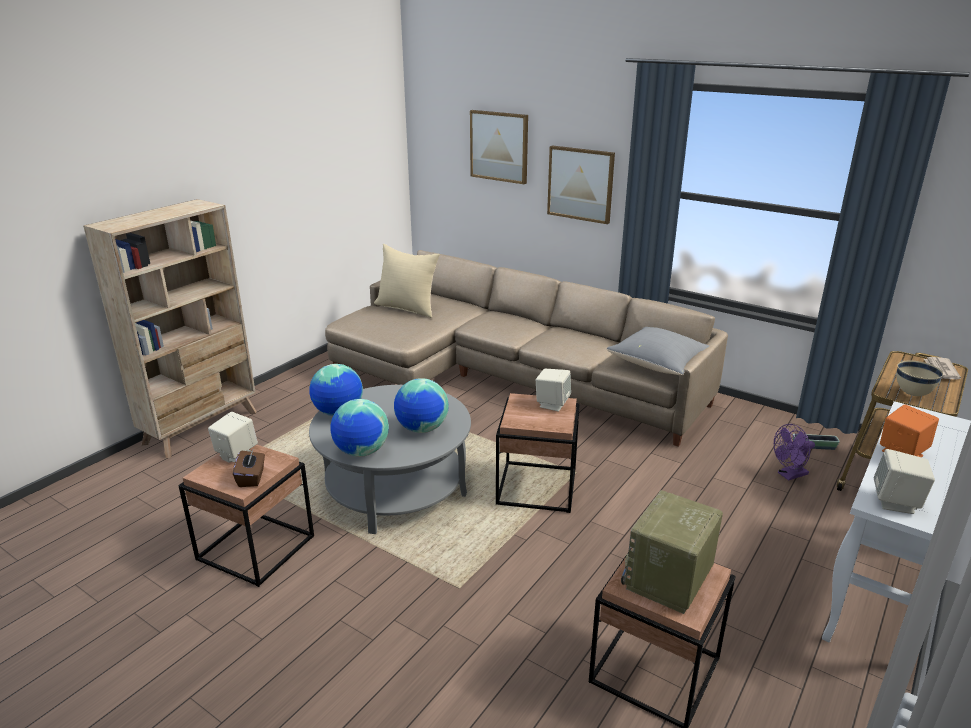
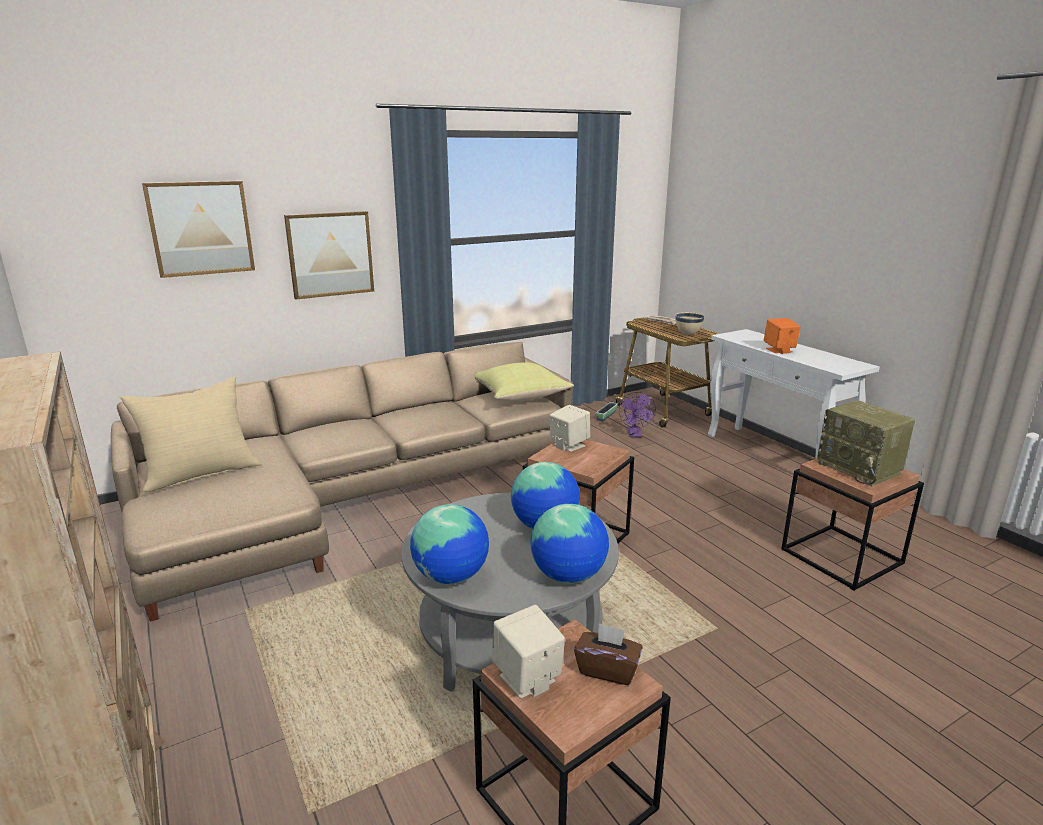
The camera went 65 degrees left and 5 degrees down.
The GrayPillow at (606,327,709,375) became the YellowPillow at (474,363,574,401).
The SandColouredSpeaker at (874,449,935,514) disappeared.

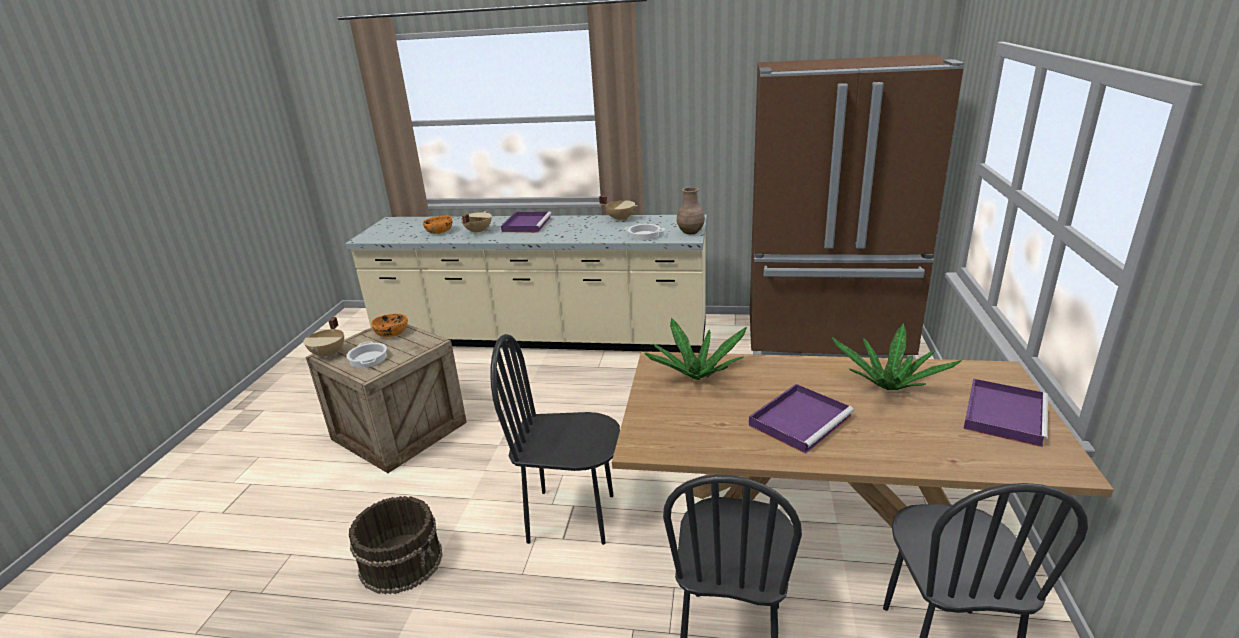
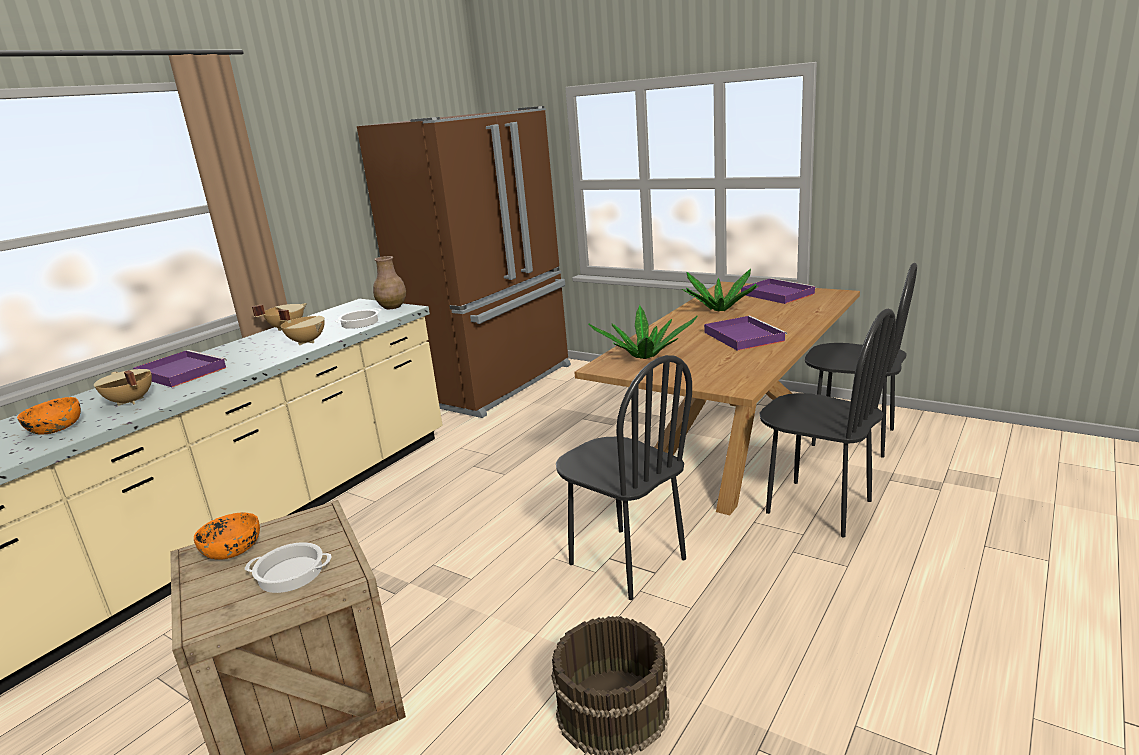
The camera went 65 degrees left and 5 degrees down.
The SandColouredCookingPot moved from (303,317,344,359) to (278,309,325,345).
The BlackishPlainChair at (490,334,620,545) turned 75 degrees counterclockwise.

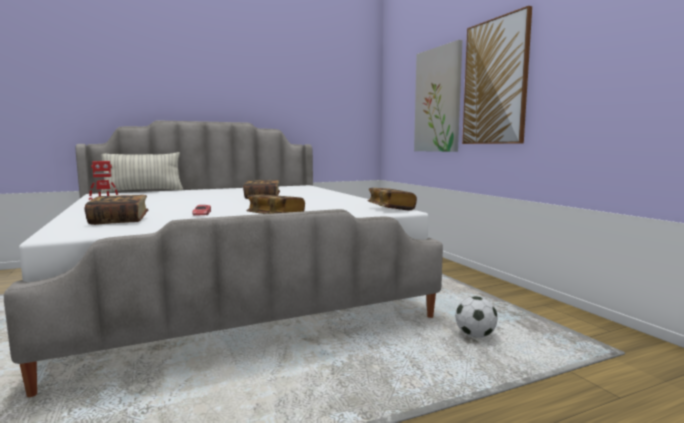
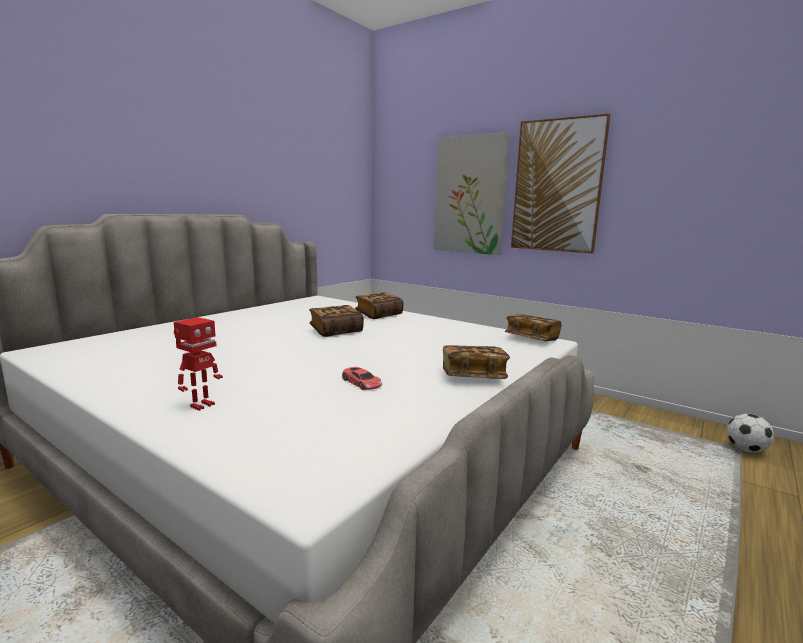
The camera went 30 degrees left and 5 degrees up.
The Pillow at (101,152,183,194) disappeared.
The Volume moved from (85,195,148,225) to (355,292,404,319).
The BallForFootball moved from (455,296,498,338) to (727,414,774,453).

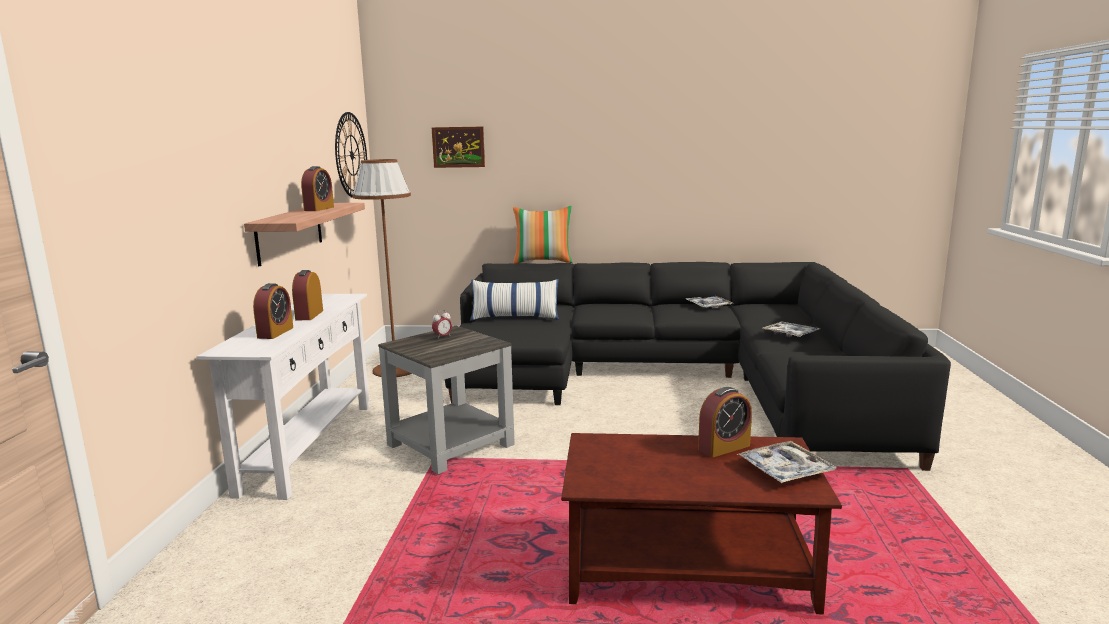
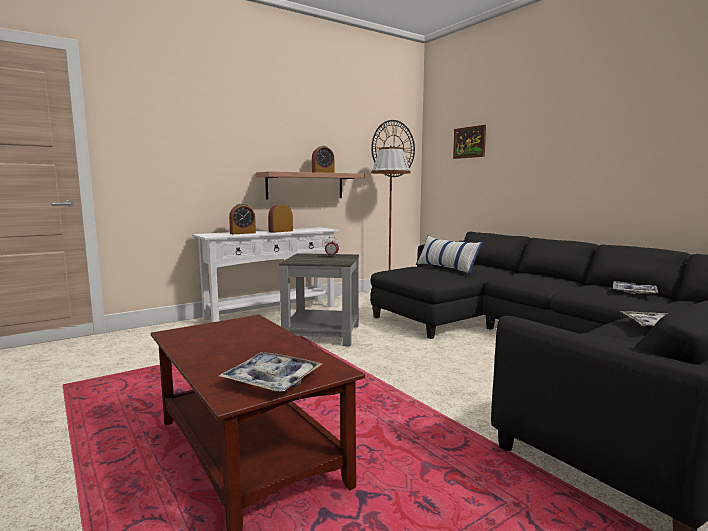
The camera went 50 degrees right and 5 degrees down.
The Pillow at (513,206,572,264) disappeared.
The TableClock at (698,387,752,458) disappeared.

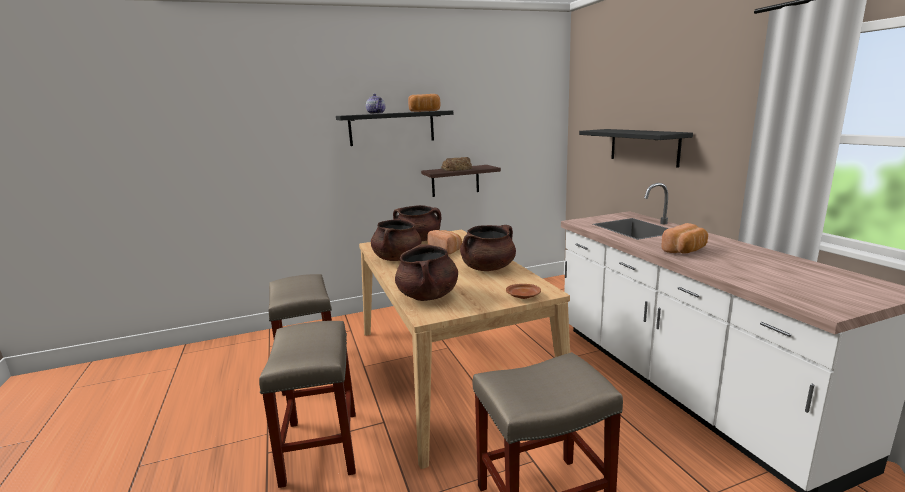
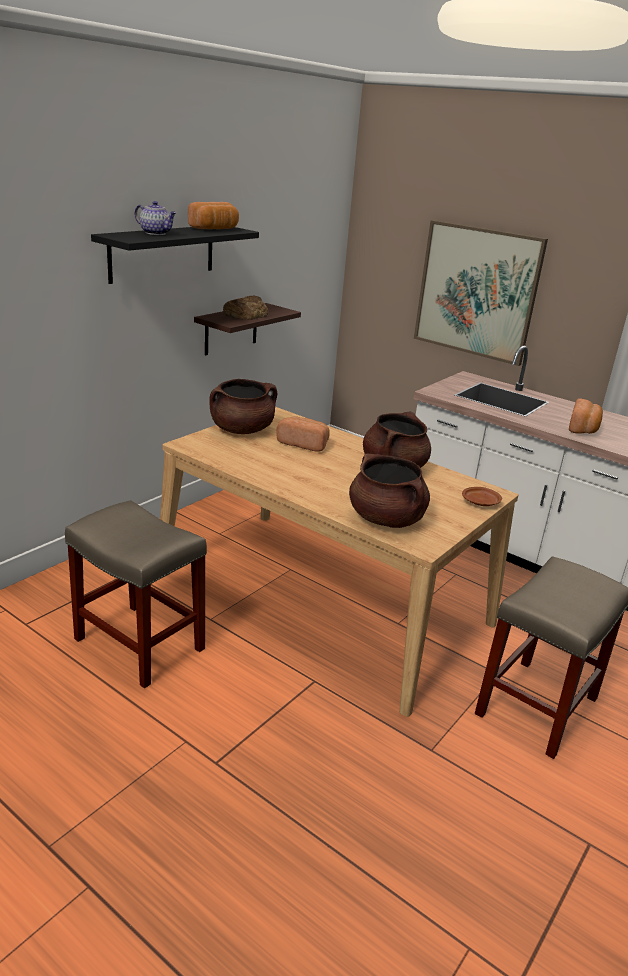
The camera went 35 degrees left and 10 degrees up.
The BlackishBracketShelf at (579,129,693,168) was replaced by the Picture at (414,220,548,366).
The BrownCookingPot at (371,217,421,261) disappeared.
The SandColouredSittingStool at (259,321,356,488) disappeared.

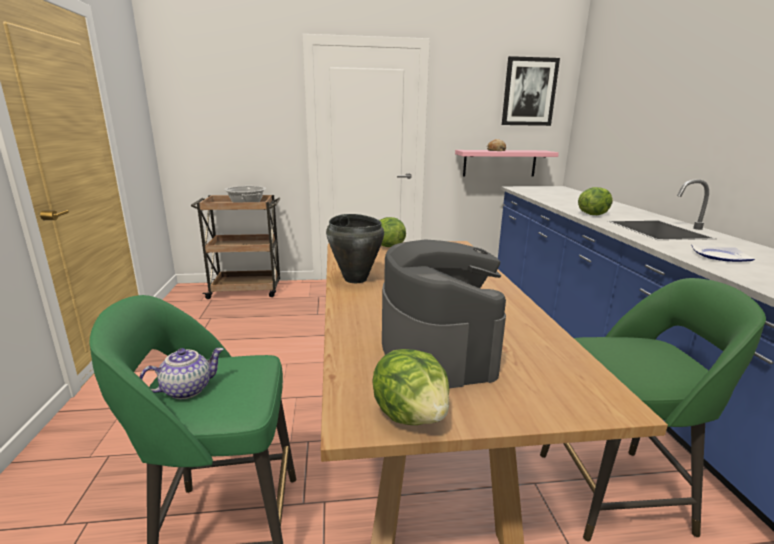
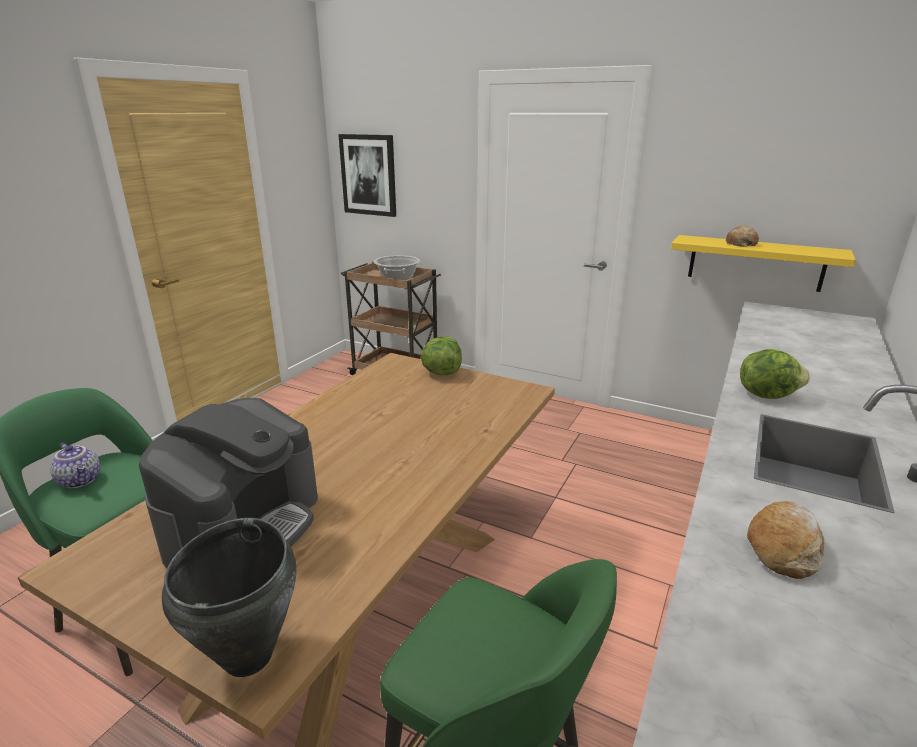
The camera went 35 degrees right and 5 degrees up.
The Picture moved from (502,56,560,126) to (338,134,396,217).
The PinkColouredBracketShelf at (455,150,559,177) became the YellowBracketShelf at (671,235,856,292).
The BlackishCookingPot moved from (326,214,384,283) to (162,518,296,677).
The DinnerPlate at (691,244,755,262) was replaced by the Bread at (747,501,825,579).
The Teapot at (139,348,224,399) turned 45 degrees clockwise.
The HeadOfLettuce at (372,349,449,425) disappeared.

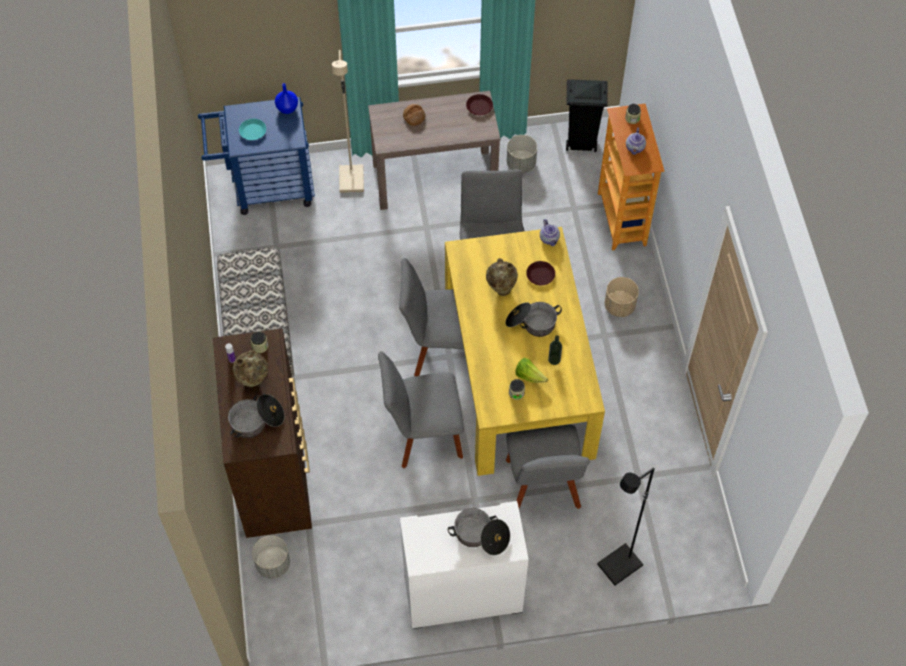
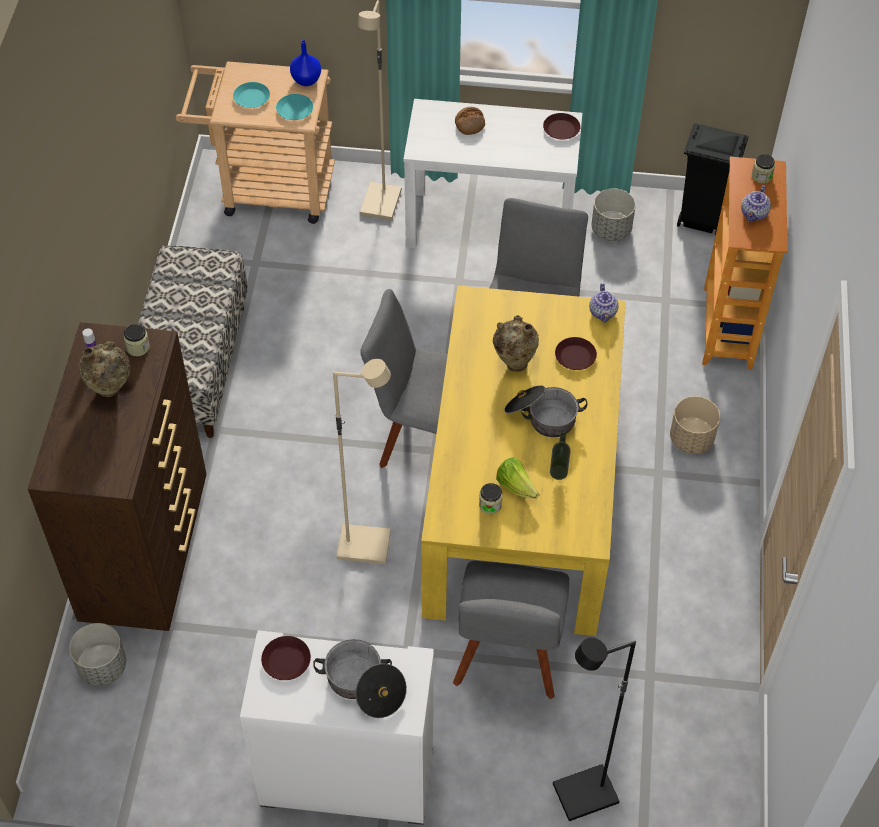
The camera went 15 degrees right and 5 degrees down.
The BrownConsoleTable at (368,91,500,210) became the WhitishConsoleTable at (403,99,582,248).
The BlueWheeledCart at (198,97,315,215) became the SandColouredWheeledCart at (176,61,335,224).
The GrayPlainChair at (378,351,464,469) was replaced by the SandColouredFloorLamp at (333,359,391,564).
The CookingPot at (228,394,285,438) disappeared.
The BlueGreenDinnerPlate at (276,94,313,120) appeared.
The BrownDinnerPlate at (261,636,311,680) appeared.

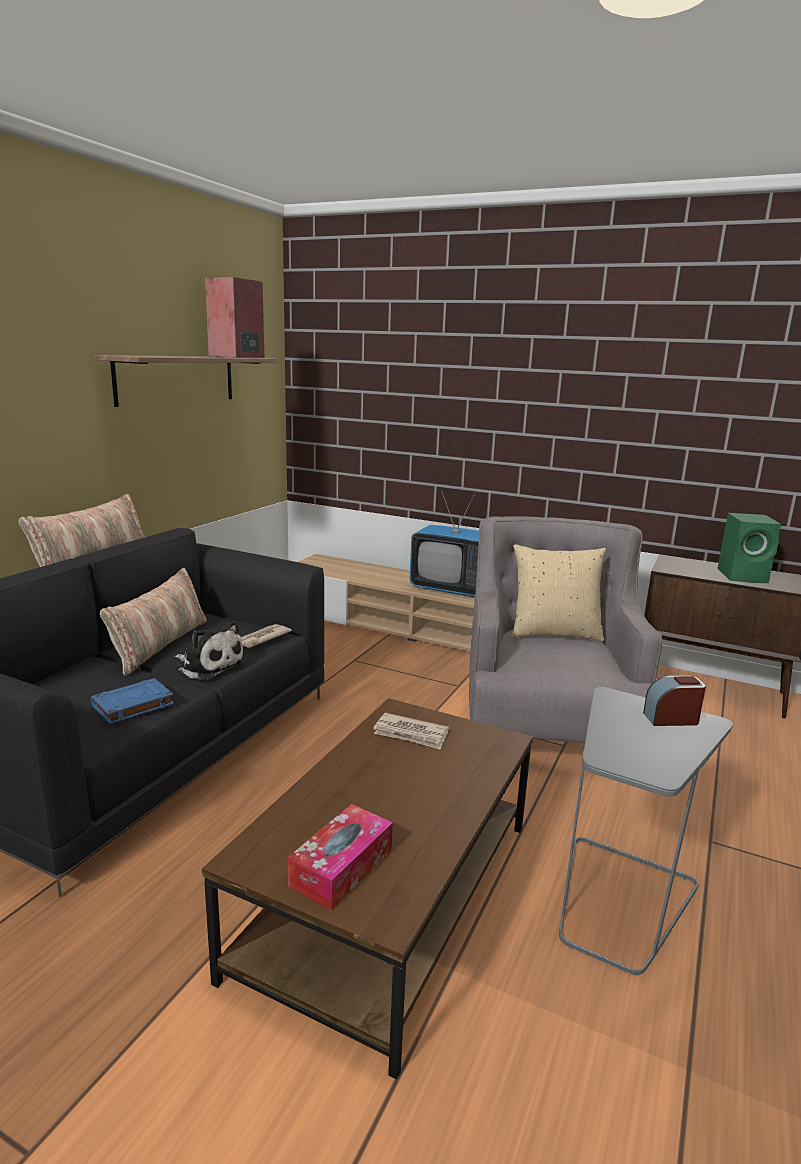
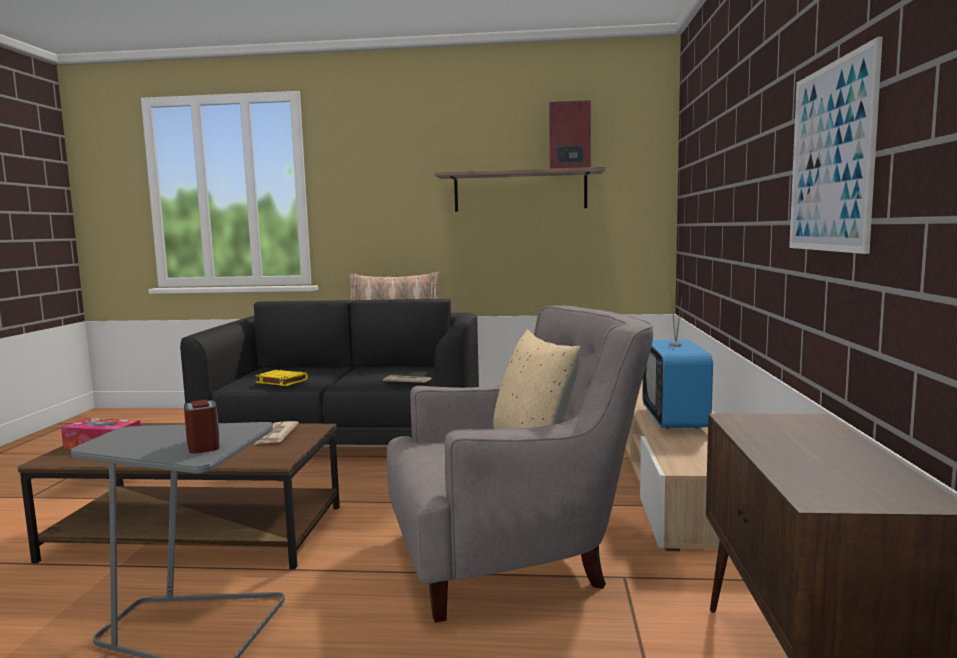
The camera went 70 degrees right and 10 degrees down.
The GreenColouredSpeaker at (717,513,781,583) disappeared.
The Pillow at (100,568,207,676) disappeared.
The SoftToy at (175,621,246,680) disappeared.
The BlueVolume at (91,678,174,724) became the YellowVolume at (255,370,308,386).
The Picture at (789,36,883,254) appeared.

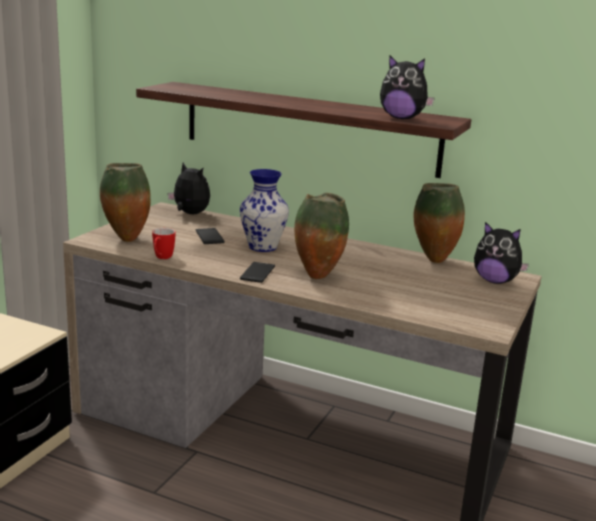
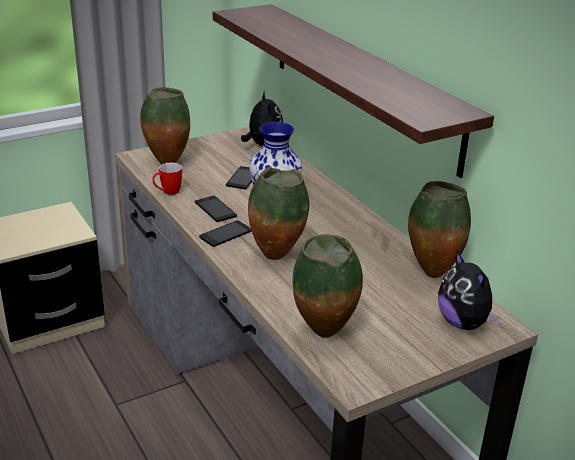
The camera went 35 degrees right and 10 degrees up.
The SoftToy at (380,55,435,119) disappeared.
The Handset at (195,196,237,222) appeared.
The FlowerVase at (292,234,363,338) appeared.

